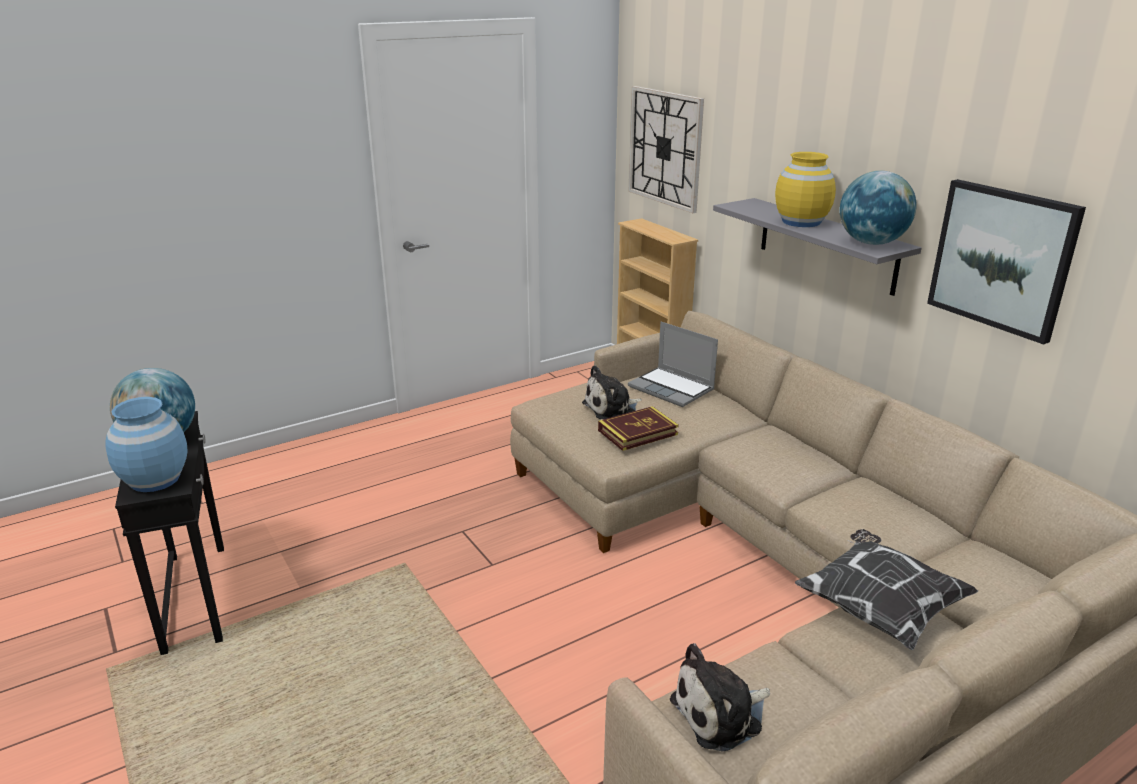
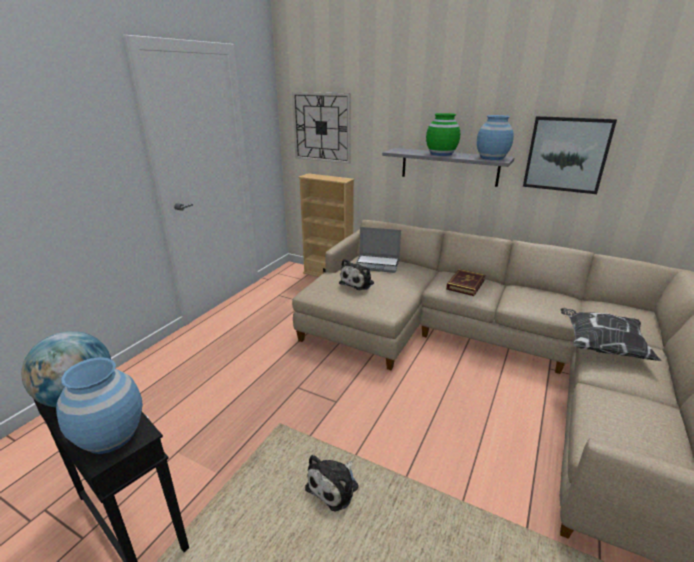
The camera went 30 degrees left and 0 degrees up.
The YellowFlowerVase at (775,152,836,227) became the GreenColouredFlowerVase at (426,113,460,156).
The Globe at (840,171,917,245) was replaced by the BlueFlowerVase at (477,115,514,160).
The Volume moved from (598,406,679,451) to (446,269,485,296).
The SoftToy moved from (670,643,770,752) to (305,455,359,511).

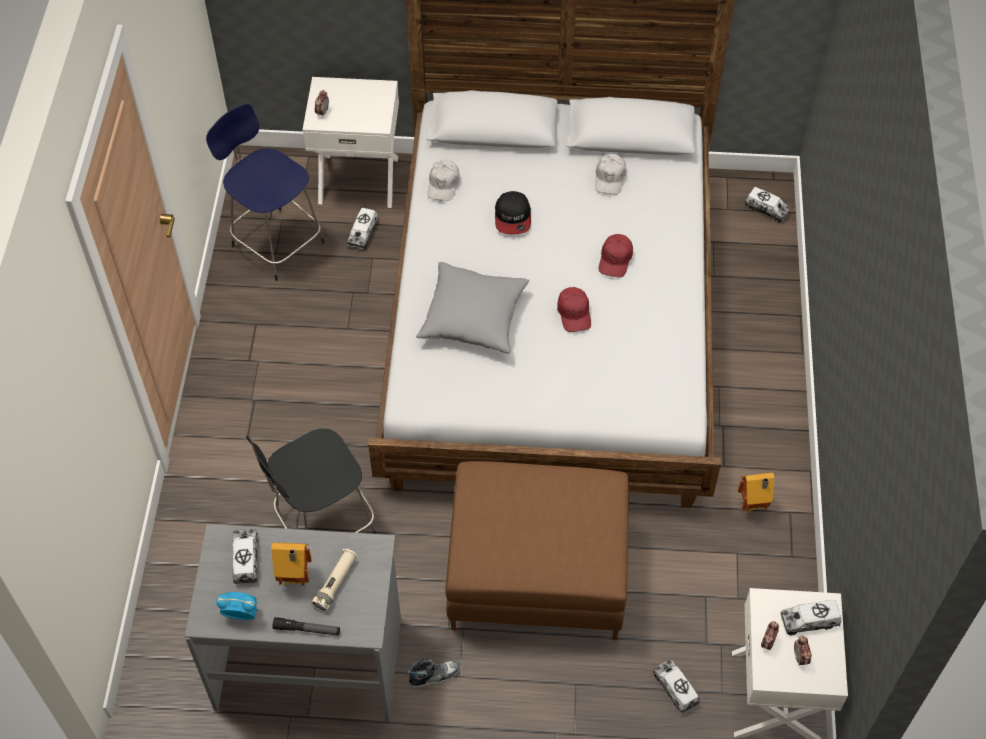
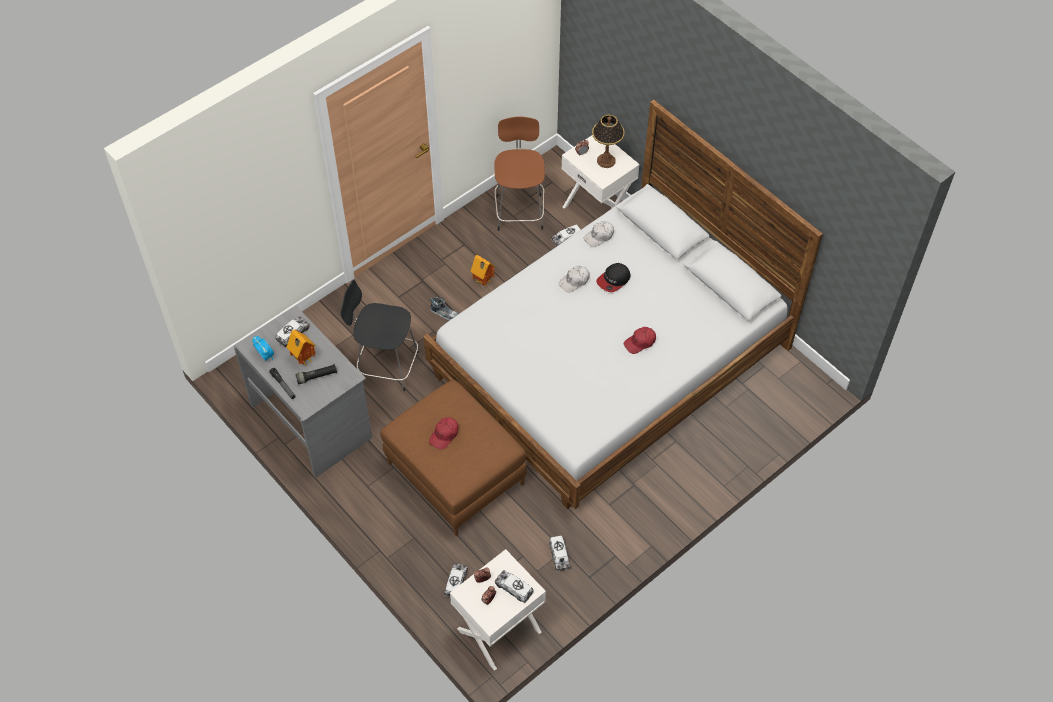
The camera went 45 degrees right and 0 degrees up.
The BlueSittingStool at (206,104,325,281) became the BrownSittingStool at (494,116,545,231).
The WhitishPeakedCap moved from (595,153,626,194) to (559,265,590,293).
The ModelTruck moved from (745,187,790,223) to (549,535,570,572).
The GrayPillow at (416,262,529,354) disappeared.
The ReddishPeakedCap moved from (557,287,591,332) to (429,417,458,450).
The ModelHouse moved from (738,473,774,513) to (471,255,495,286).
The SandColouredTorch at (311,549,357,612) became the BlackishTorch at (295,364,337,384).
The Shoe moved from (407,657,460,688) to (430,297,458,320).
The TabletopLamp at (592,115,625,168) appeared.

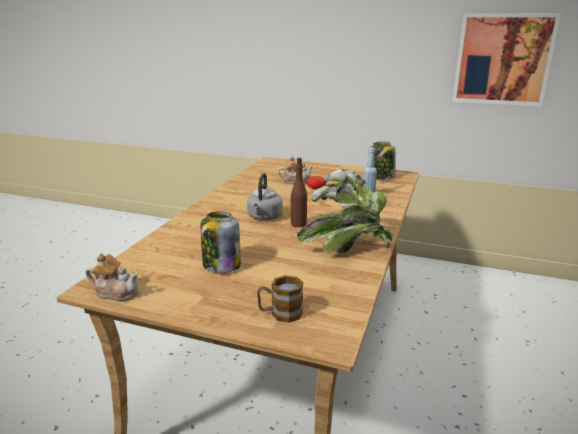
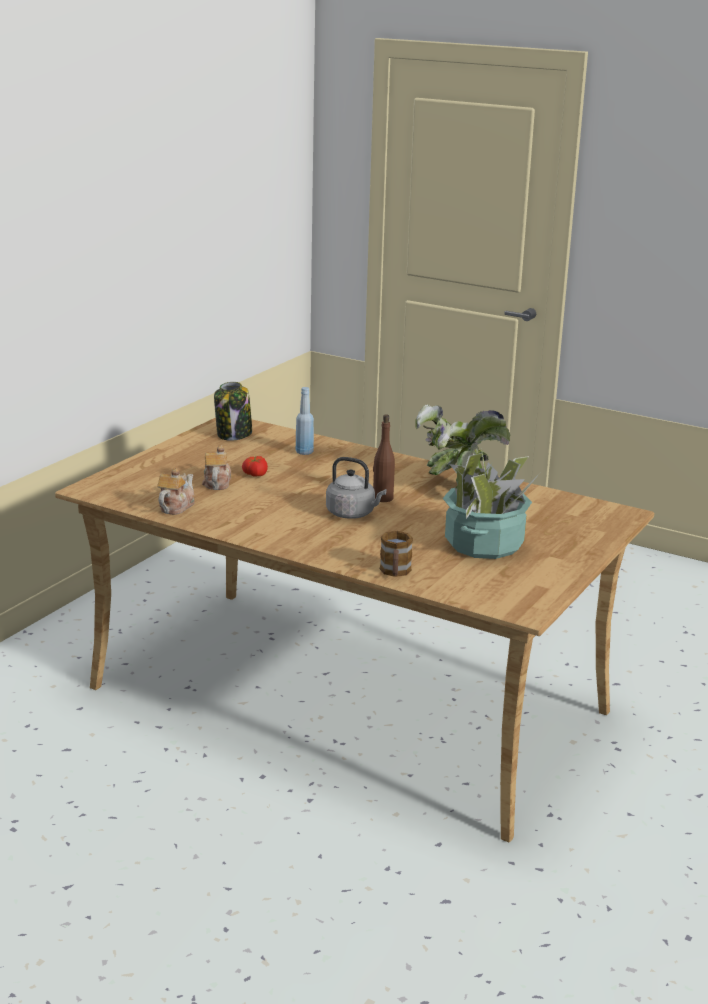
The camera went 80 degrees left and 0 degrees up.
The Picture at (452,13,561,107) disappeared.
The StorageJar at (201,211,241,273) was replaced by the PottedPlant at (443,452,540,559).
The Teapot moved from (86,253,138,301) to (157,468,195,515).
The CoffeeMug moved from (257,275,303,323) to (380,531,413,577).

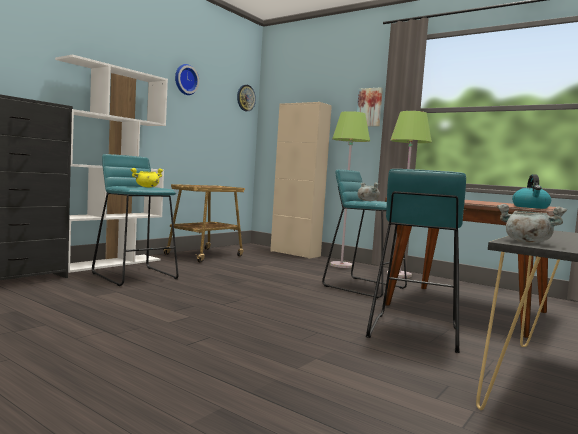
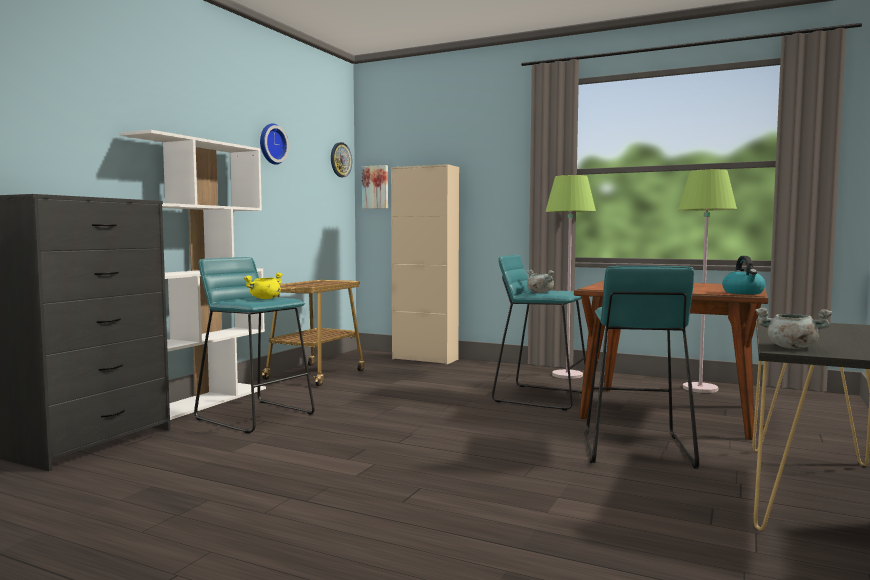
The camera went 10 degrees left and 0 degrees up.
The Picture moved from (357,87,383,126) to (362,165,388,209).
The GreenColouredFloorLamp moved from (330,111,370,268) to (678,169,737,393).

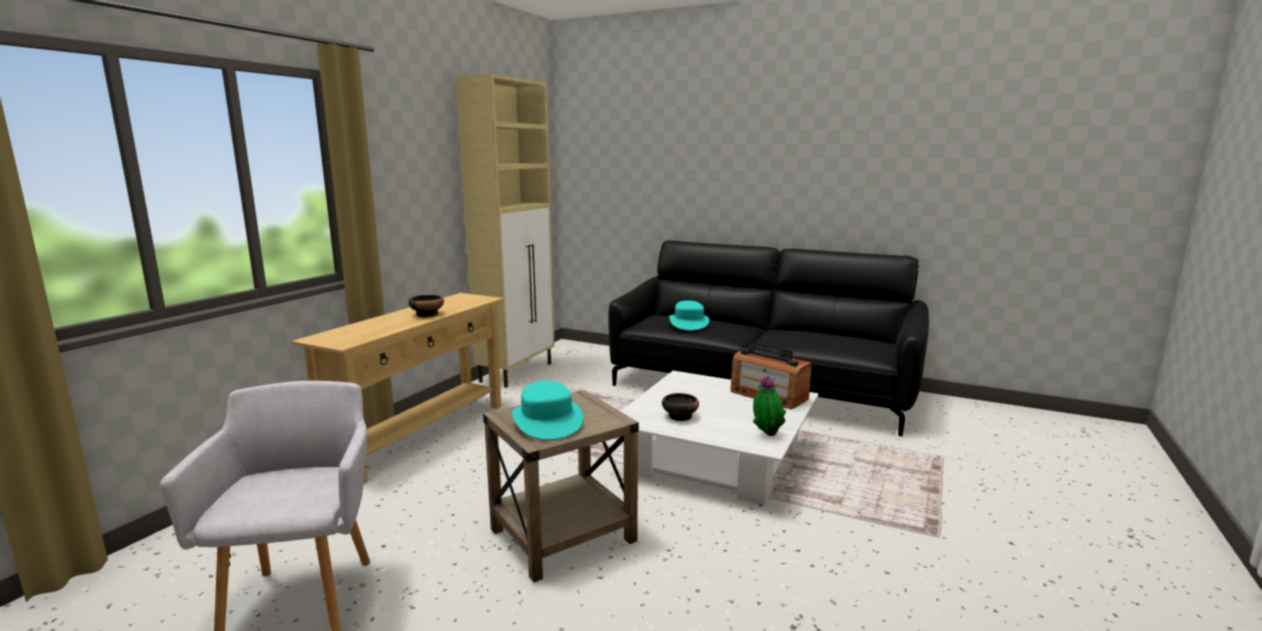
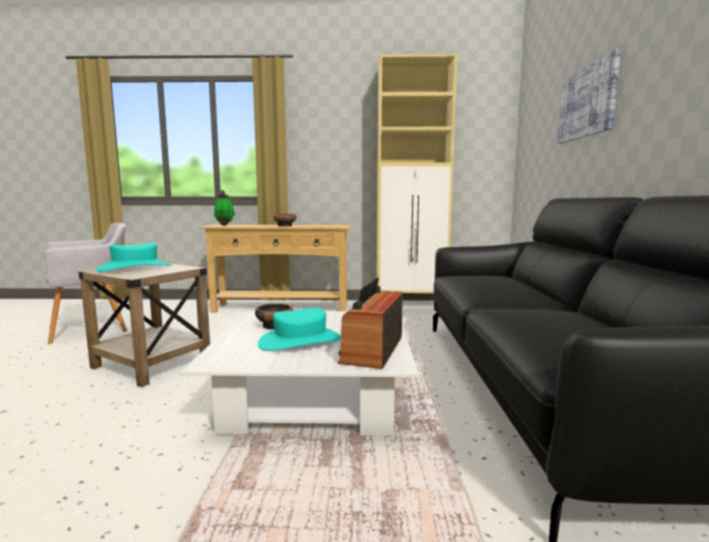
The camera went 65 degrees right and 5 degrees down.
The BlueGreenHat moved from (669,300,709,331) to (258,308,341,351).
The PottedPlant moved from (753,377,786,436) to (214,190,235,226).
The Picture at (557,49,621,144) appeared.

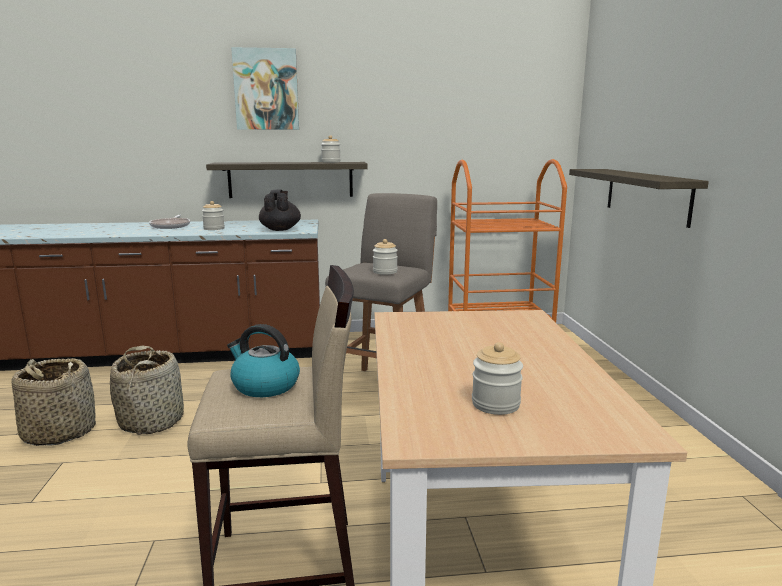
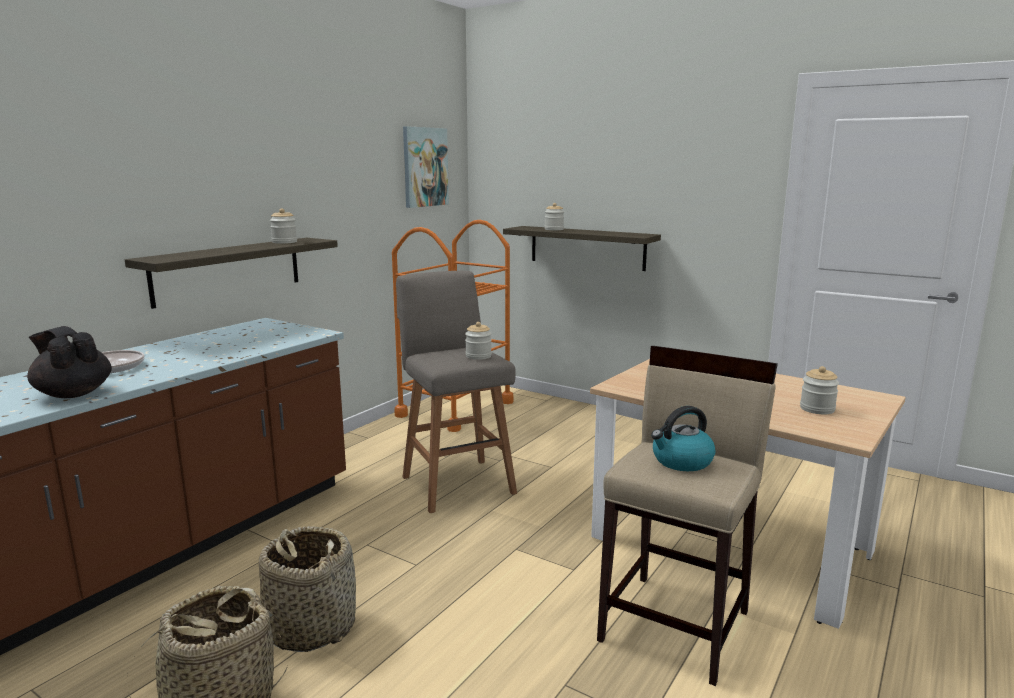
The camera went 50 degrees left and 0 degrees up.
The Picture moved from (231,47,299,130) to (403,126,449,208).
The BlackishTeapot moved from (259,189,301,231) to (27,326,112,398).
The StorageJar moved from (202,201,225,230) to (545,203,564,230).

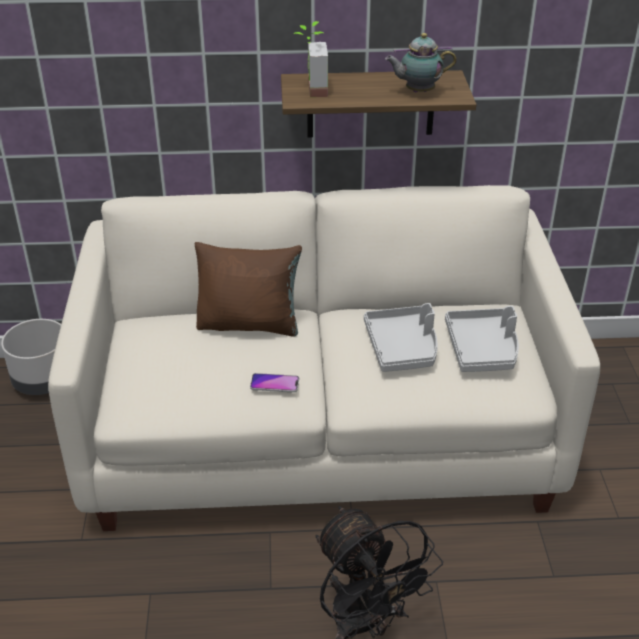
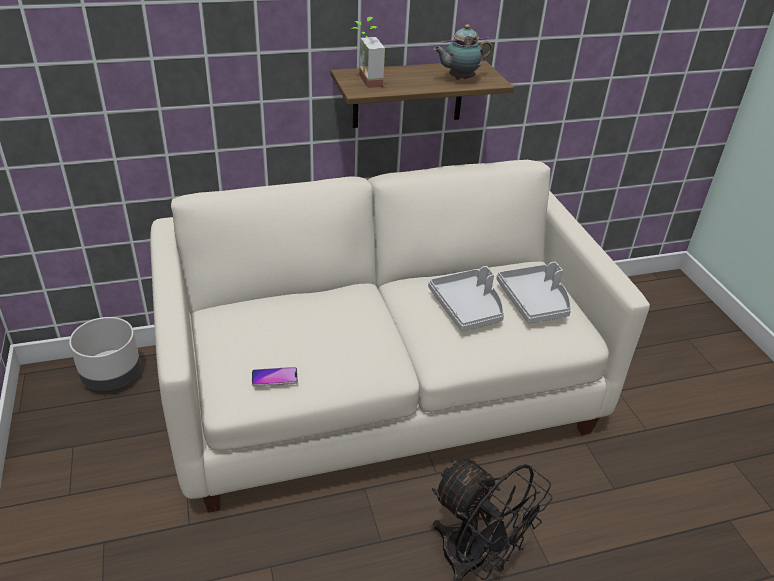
The camera went 15 degrees left and 0 degrees up.
The BrownPillow at (195,242,302,337) disappeared.
The Handset moved from (250,373,299,393) to (252,367,298,387).

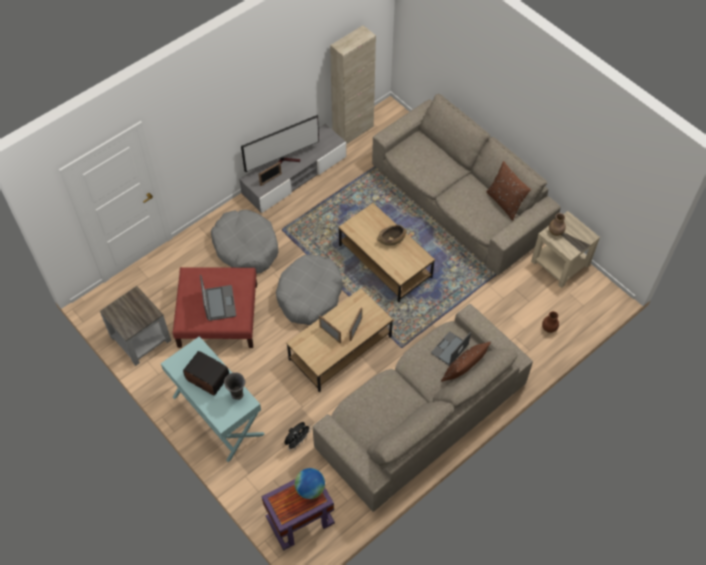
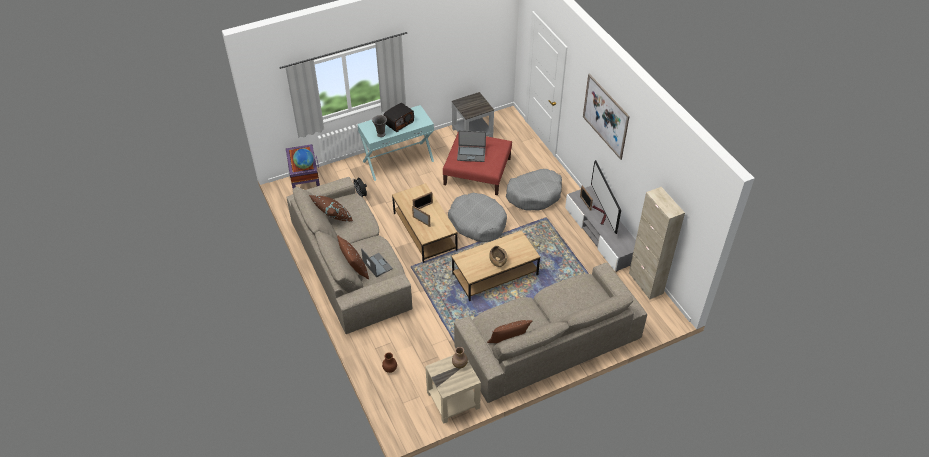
The camera went 105 degrees right and 10 degrees down.
The Picture at (583,74,630,160) appeared.
The BrownPillow at (309,195,353,221) appeared.

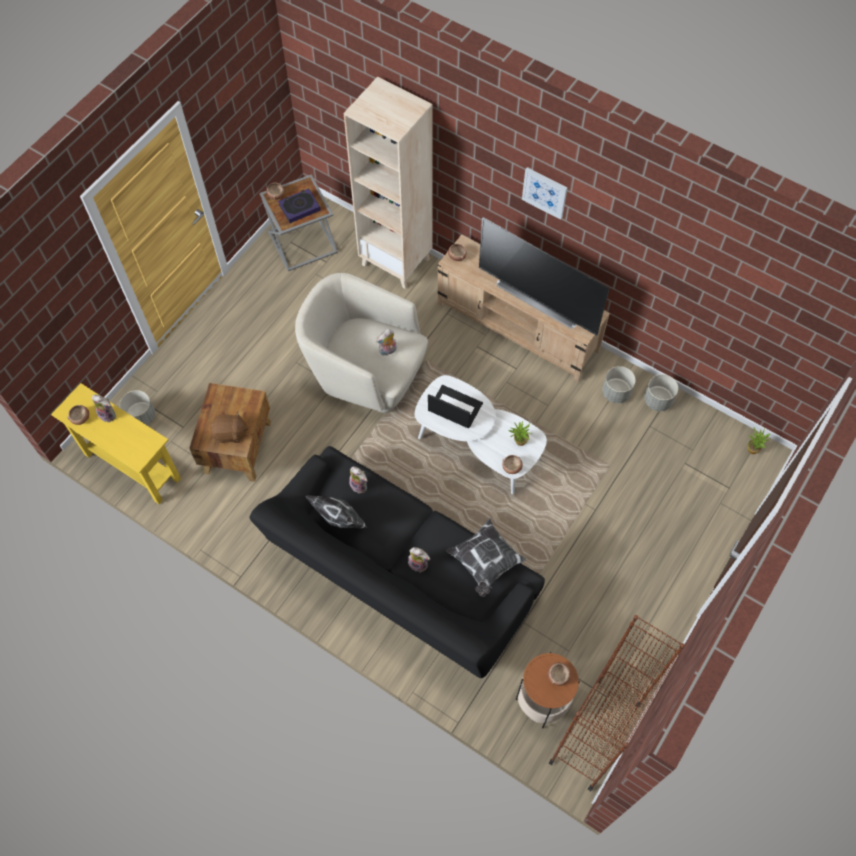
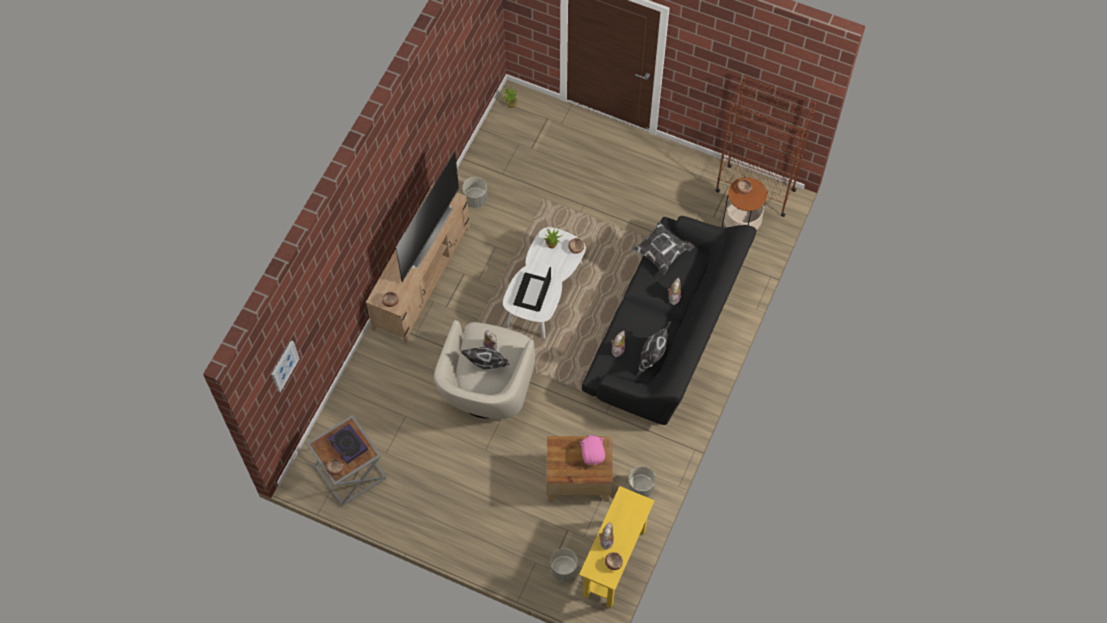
The camera went 100 degrees left and 0 degrees up.
The SandColouredBookshelf at (344,77,433,289) disappeared.
The Picture moved from (522,167,568,220) to (271,340,299,392).
The GrayPlantPot moved from (644,374,678,411) to (628,466,656,497).
The BrownSoftToy at (211,412,249,443) became the PinkColouredSoftToy at (580,435,605,465).
The Pillow at (461,347,510,369) appeared.

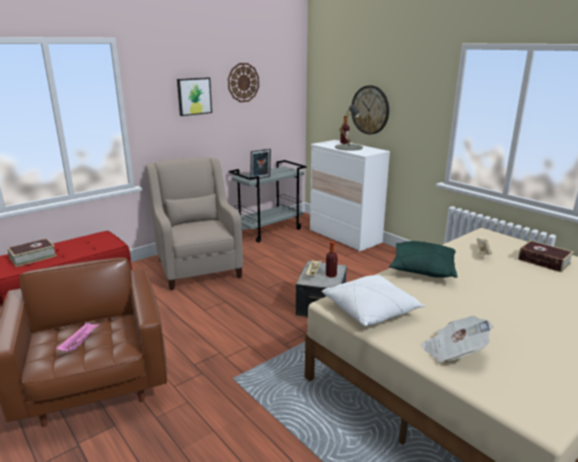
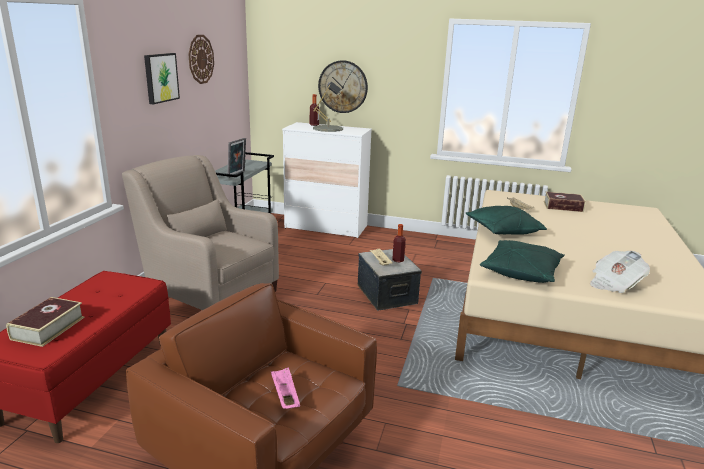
The camera went 35 degrees left and 0 degrees up.
The WhitishPillow at (322,275,425,326) became the GreenColouredPillow at (480,240,565,283).

